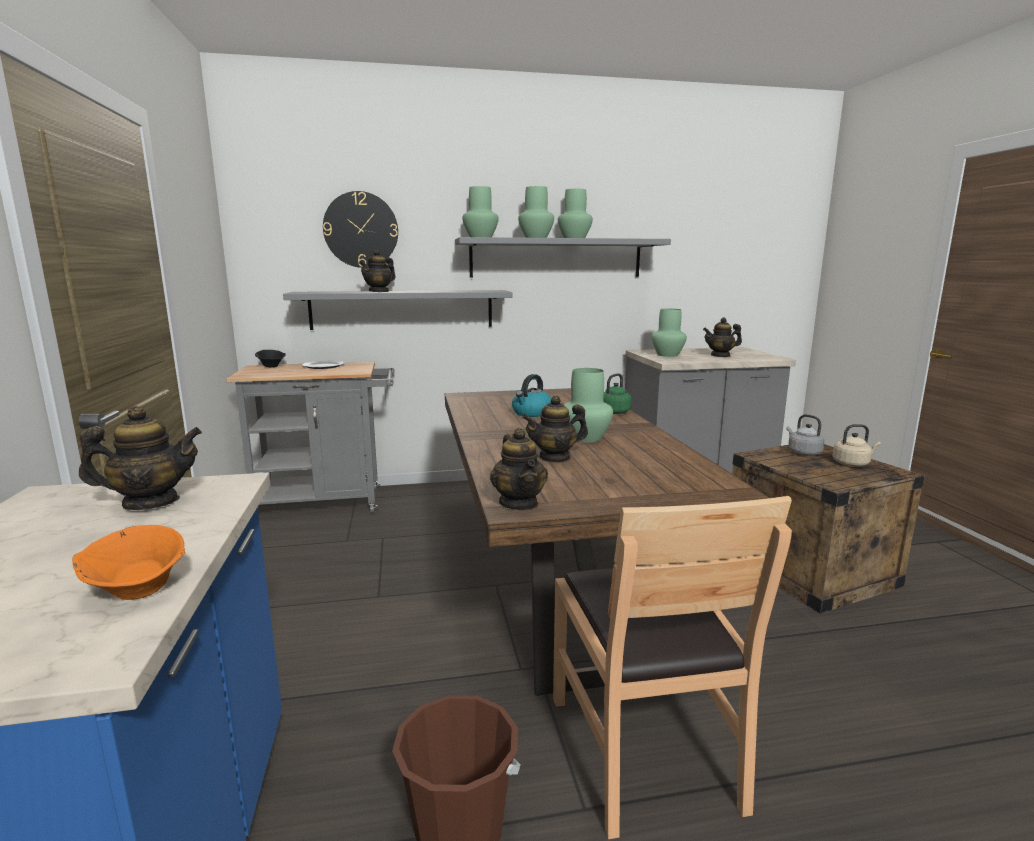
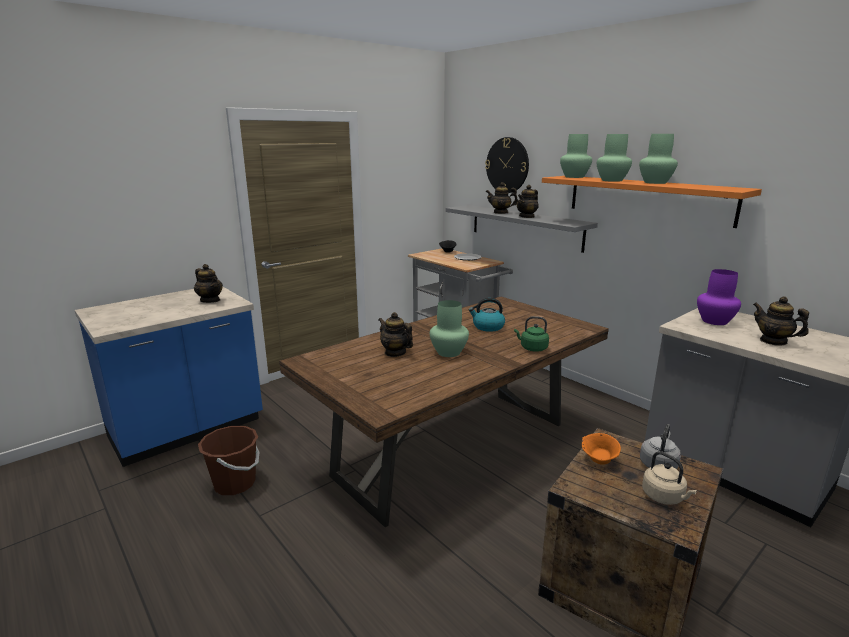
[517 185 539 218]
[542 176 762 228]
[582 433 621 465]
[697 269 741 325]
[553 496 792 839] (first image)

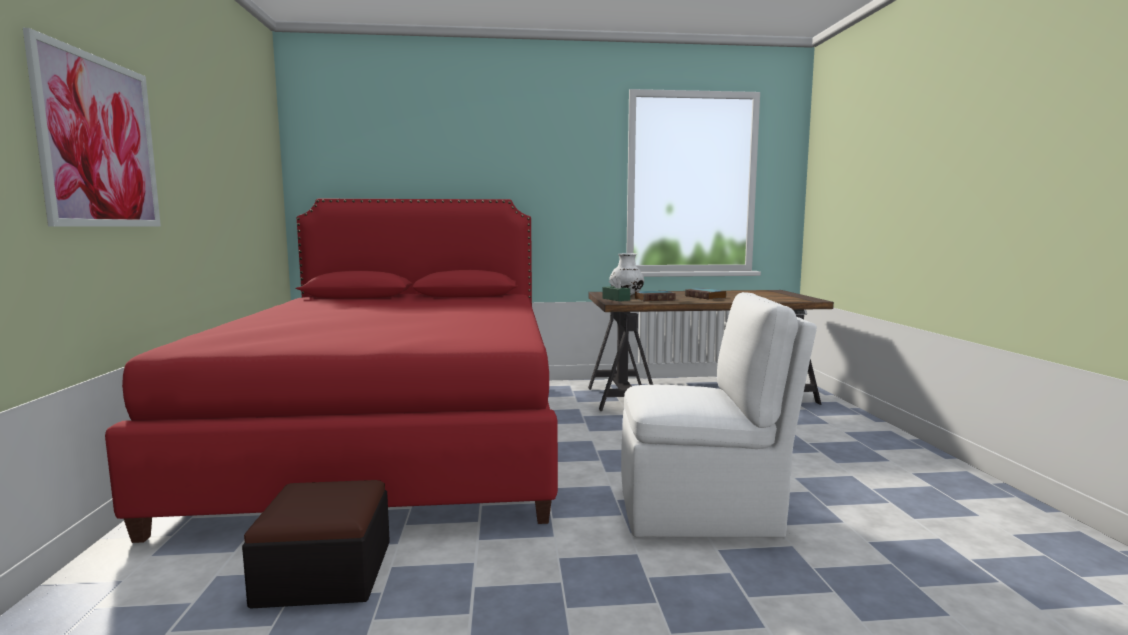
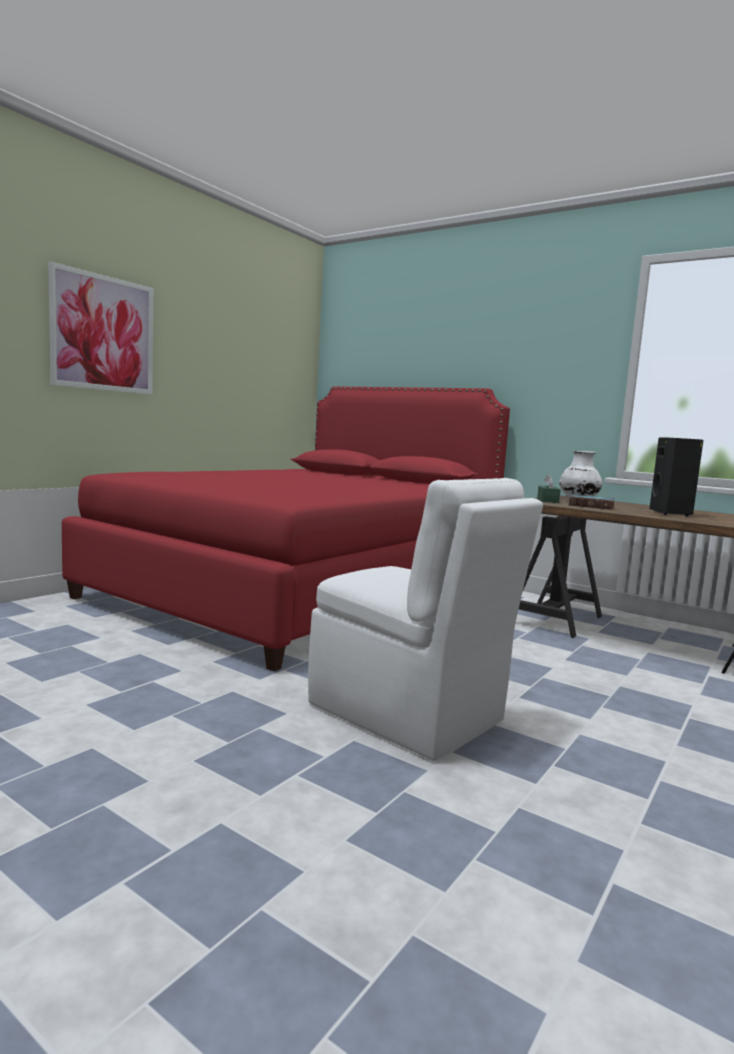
[649 438 703 516]
[242 480 390 609] (first image)

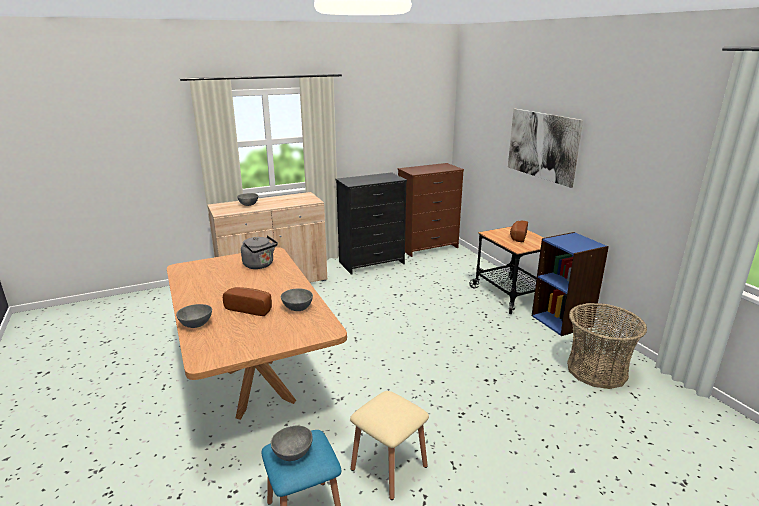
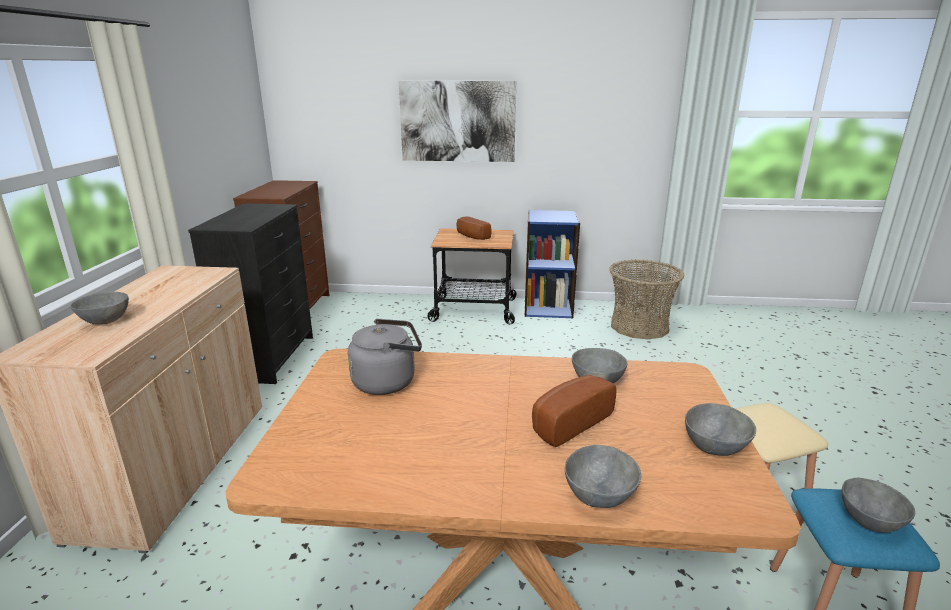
[685 403 756 456]

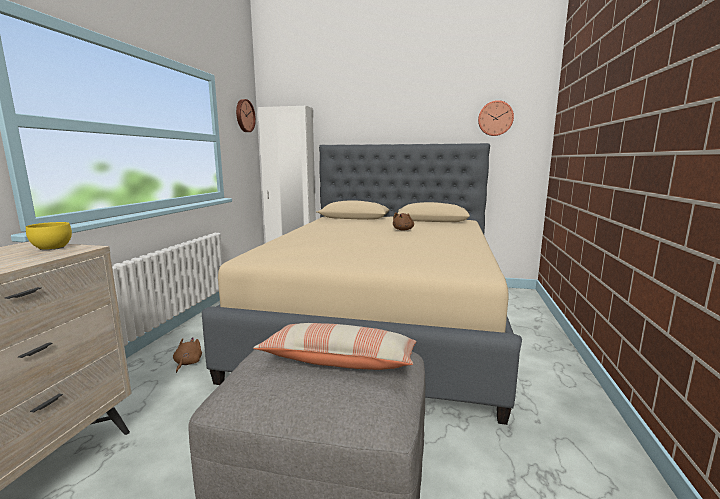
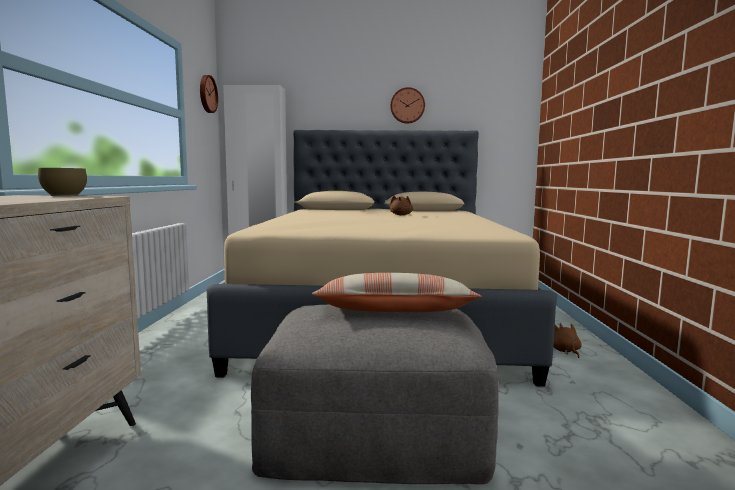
[38 168 87 196]
[390 87 425 124]
[553 323 582 358]

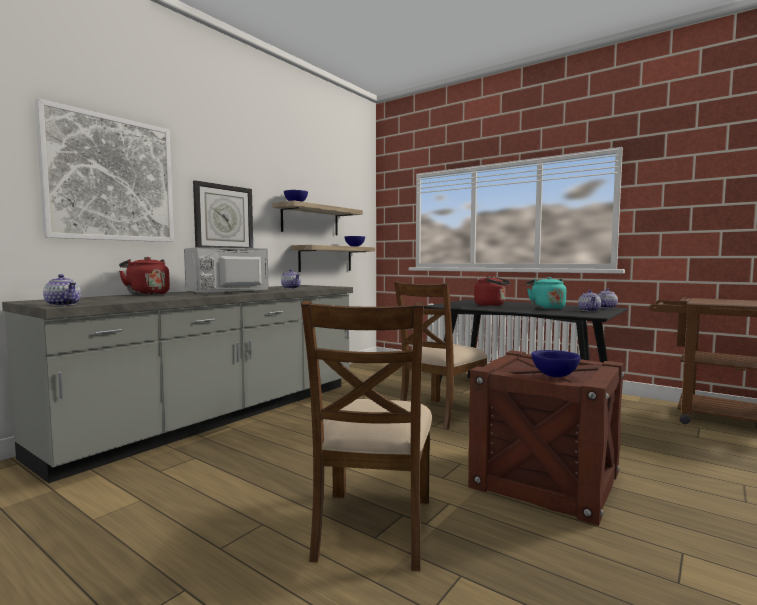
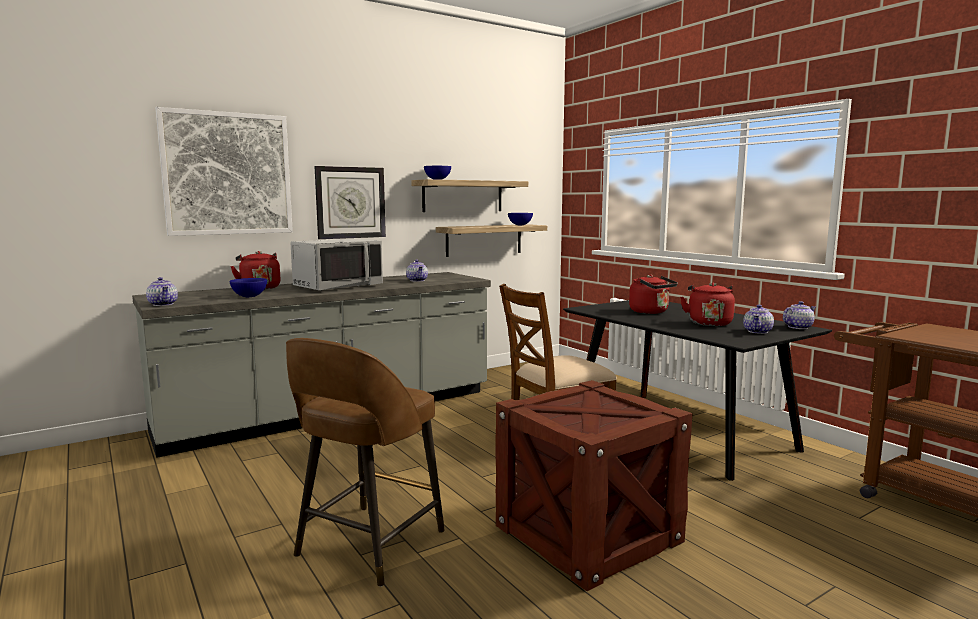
[230 278 267 297]
[286 338 445 587]
[291 238 383 291]
[680 283 735 326]

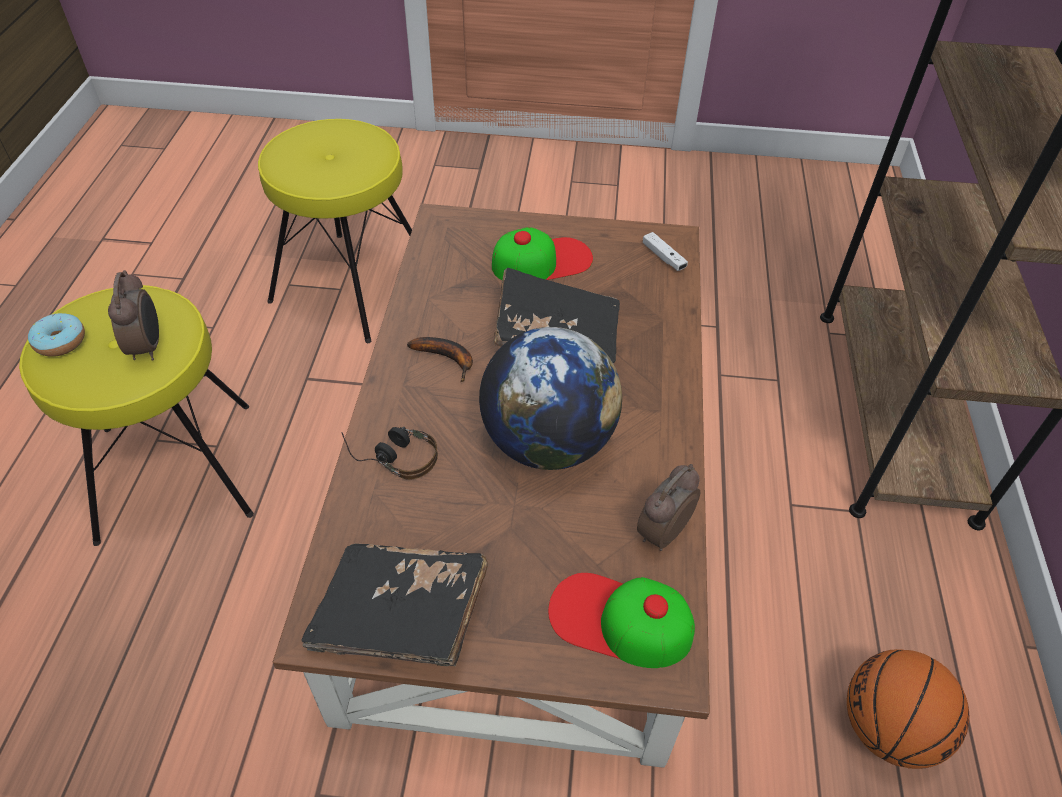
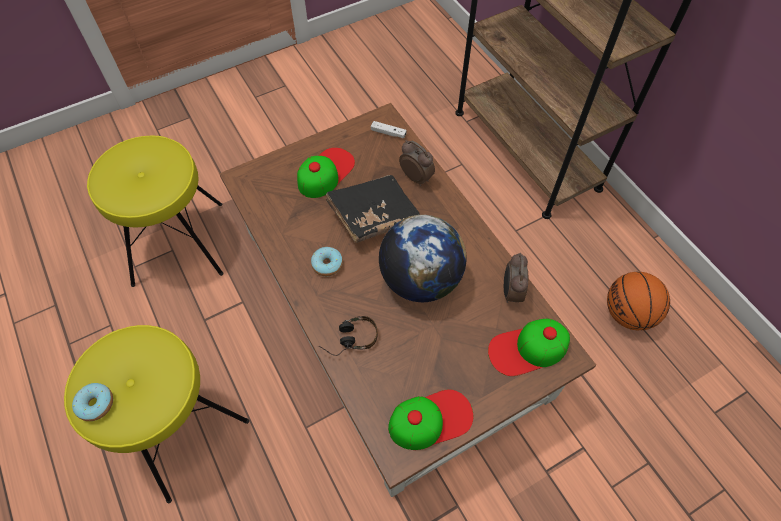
[311 247 343 276]
[388 389 473 450]
[399 140 435 186]

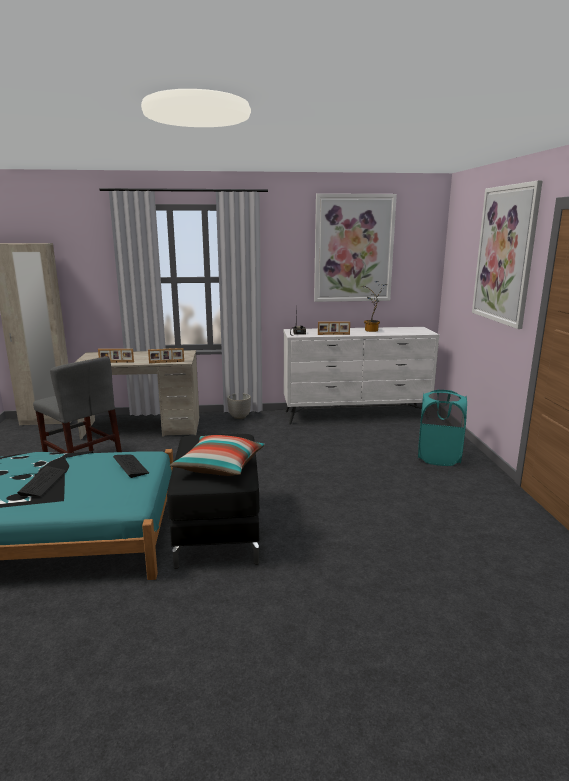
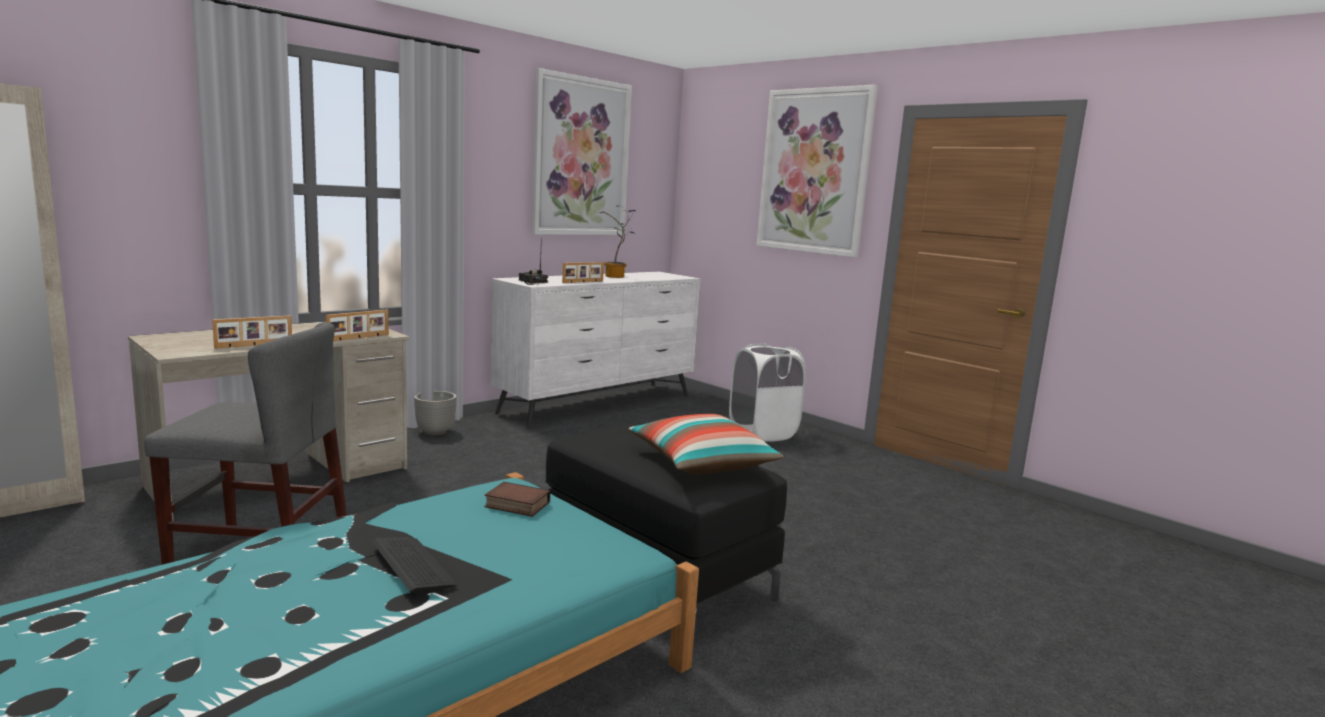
[485 482 550 517]
[729 343 806 442]

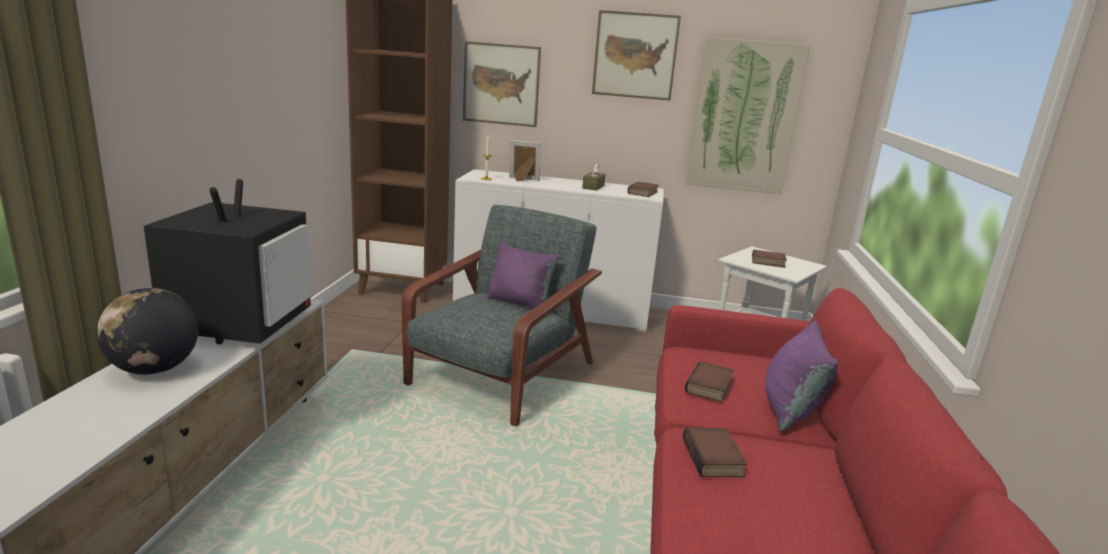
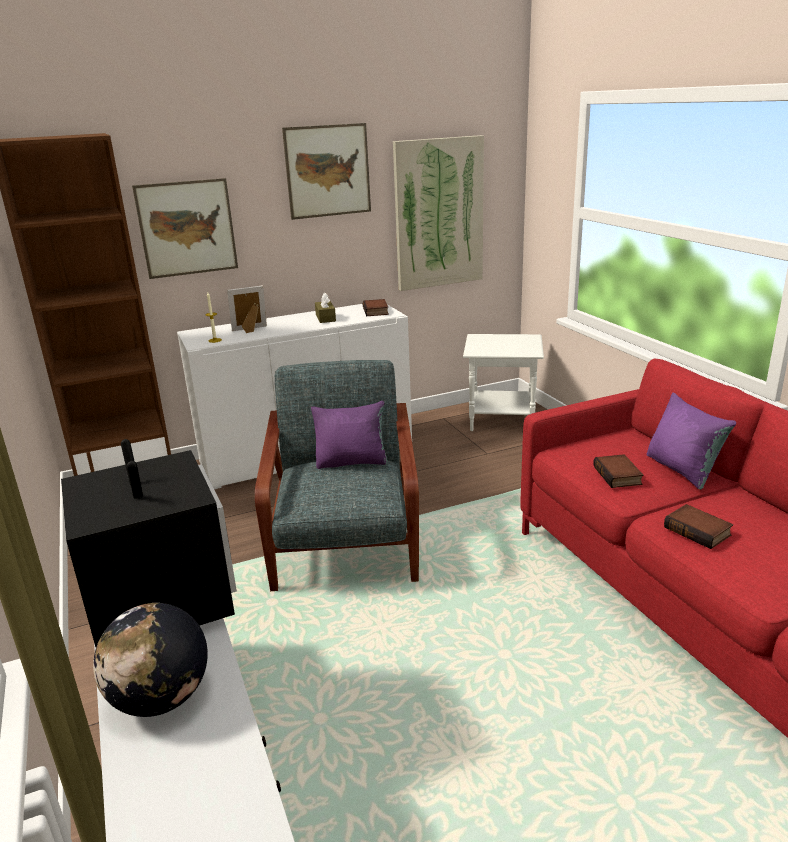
[752 250 787 268] (first image)

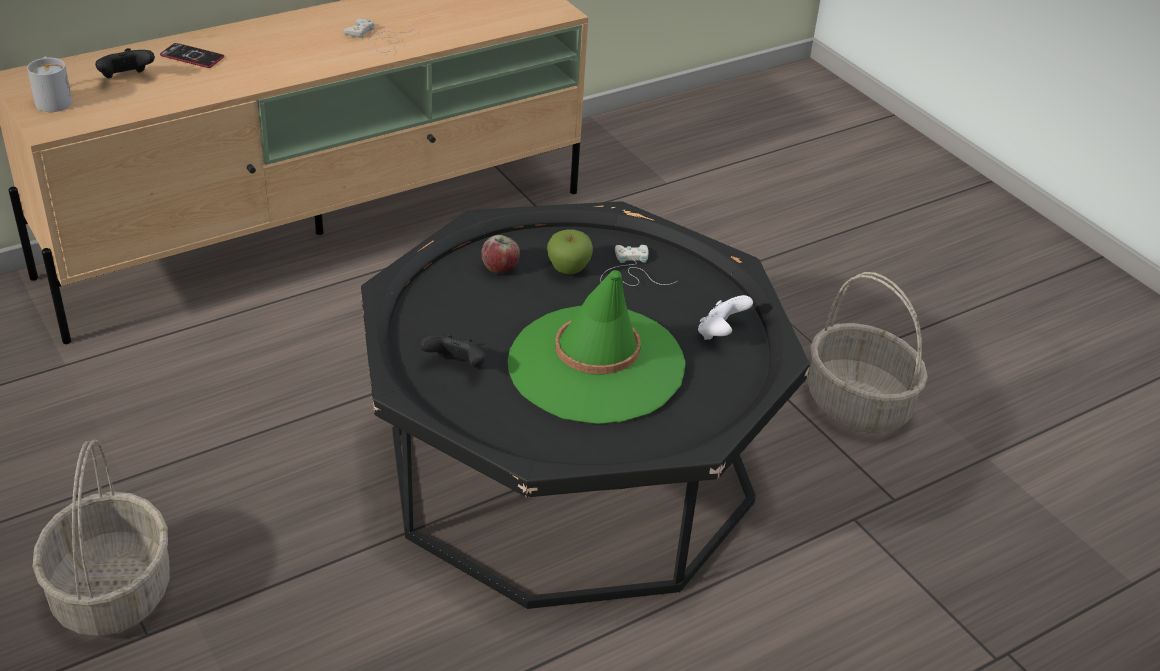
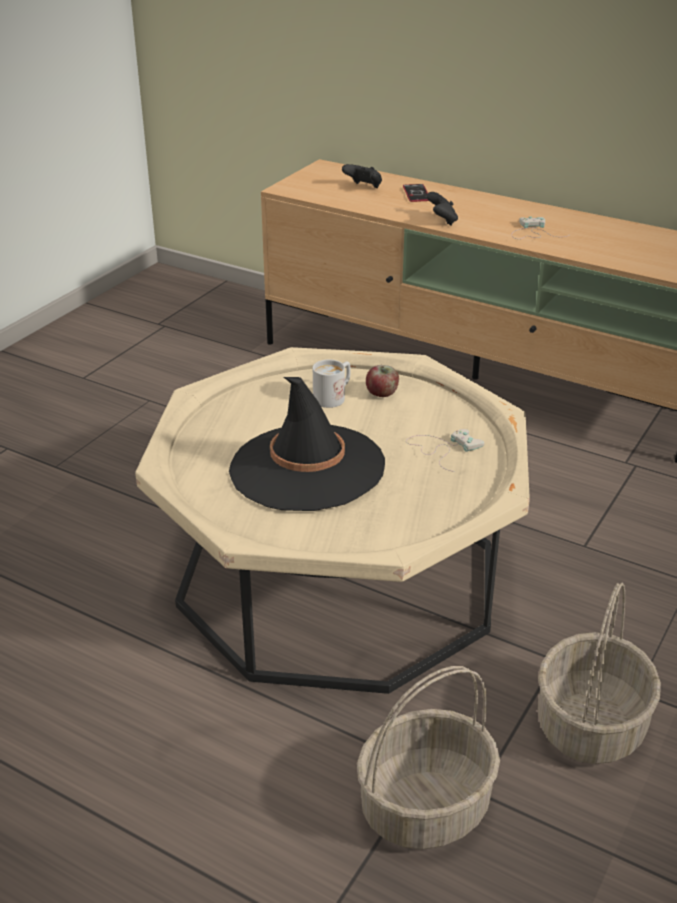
[135 347 530 694]
[229 377 385 511]
[313 360 351 408]
[357 666 500 850]
[427 192 458 226]
[547 229 593 275] (first image)
[698 295 753 340] (first image)

